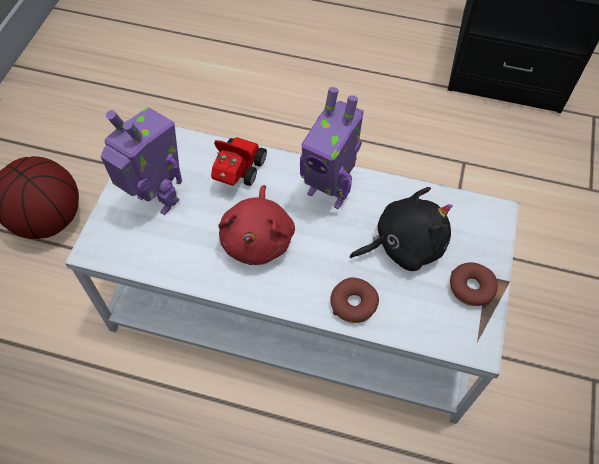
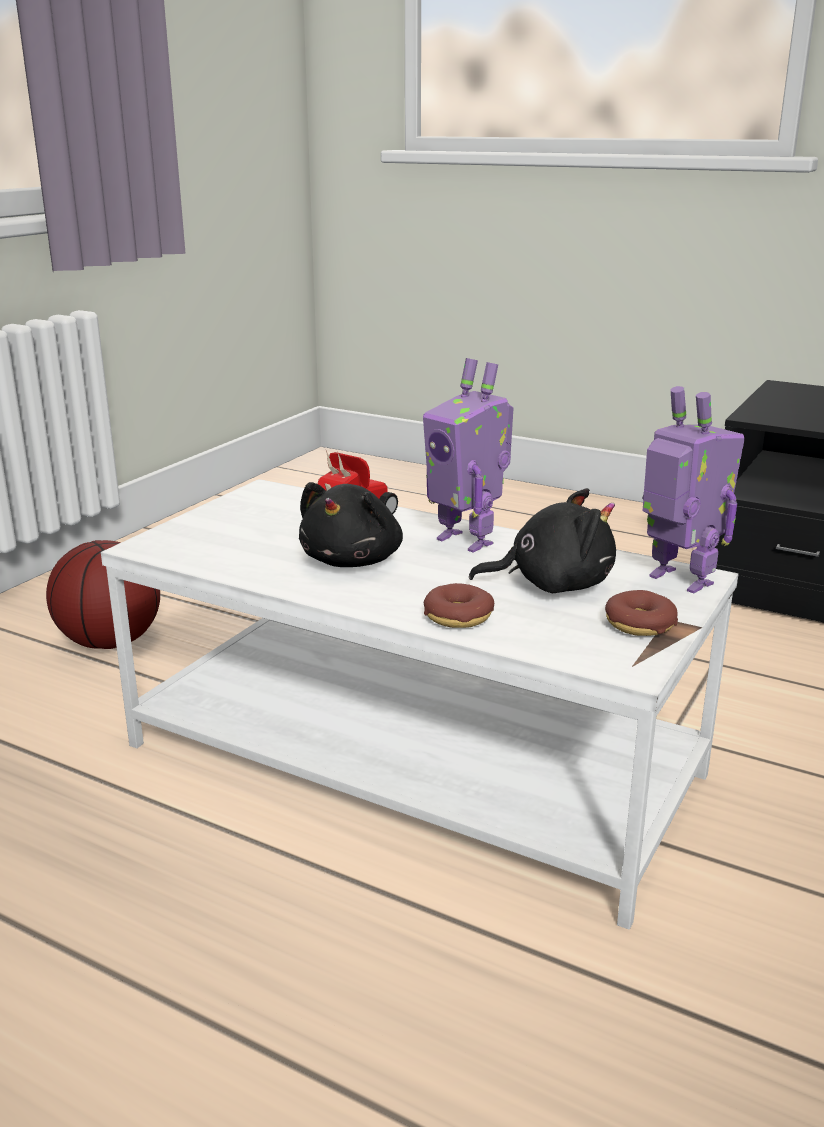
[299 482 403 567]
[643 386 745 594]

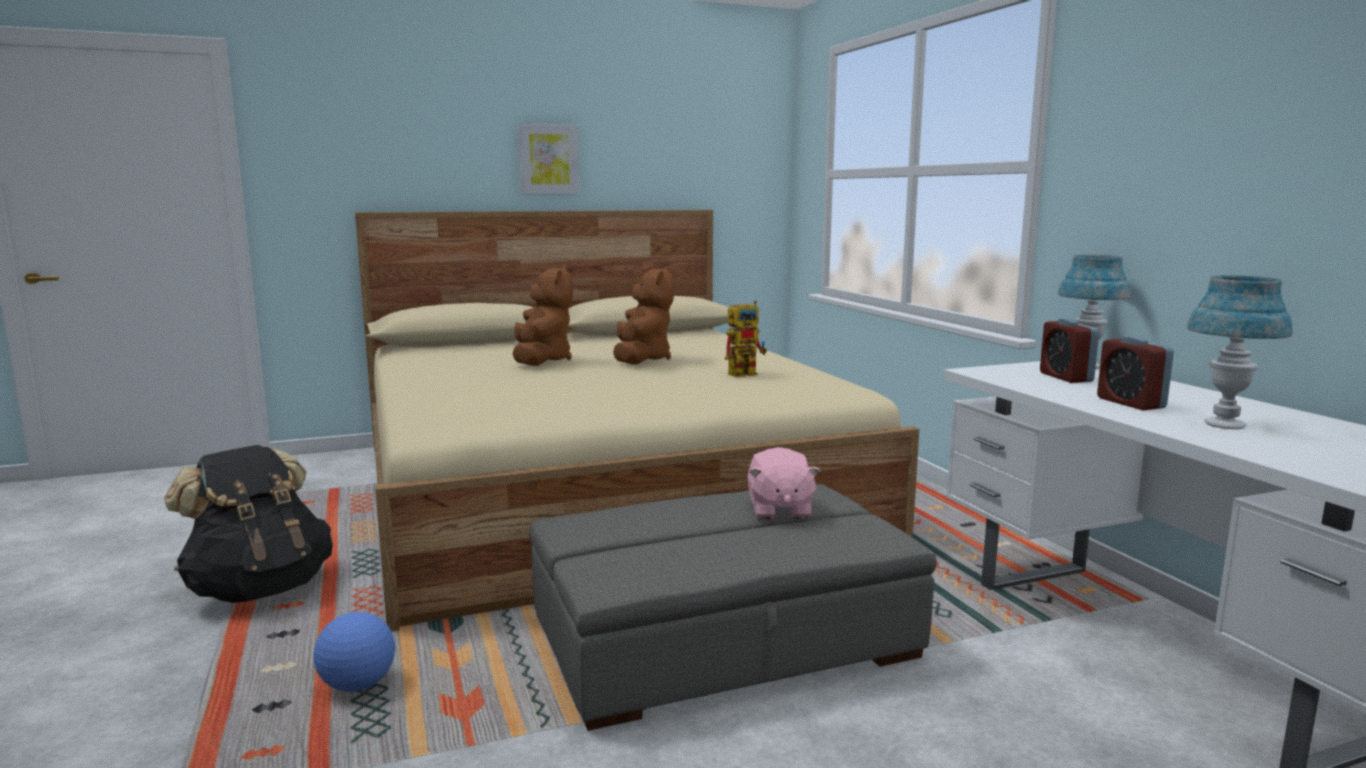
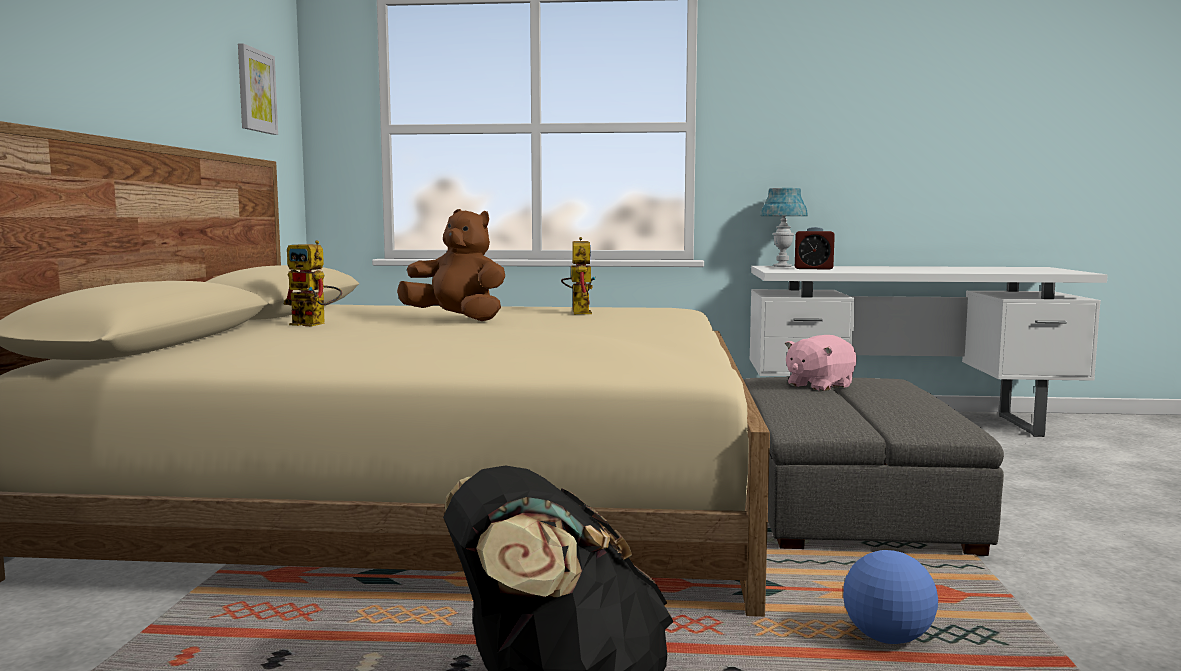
[238 43 278 135]
[284 240 342 326]
[785 335 857 391]
[513 265 573 366] (first image)
[1097 336 1174 410] (first image)
[1187 275 1293 429] (first image)

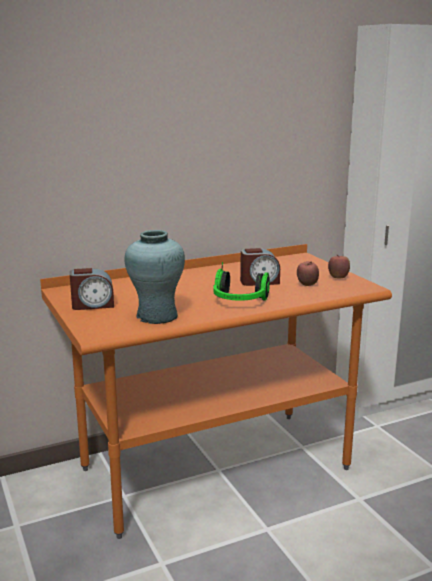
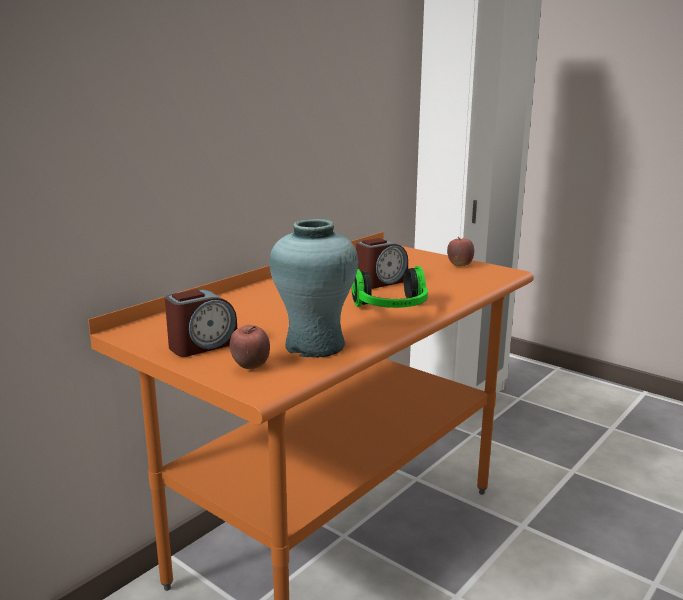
[230 325 270 369]

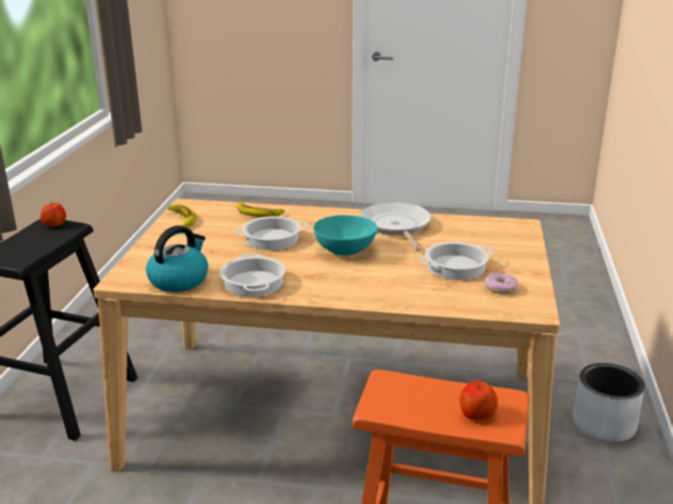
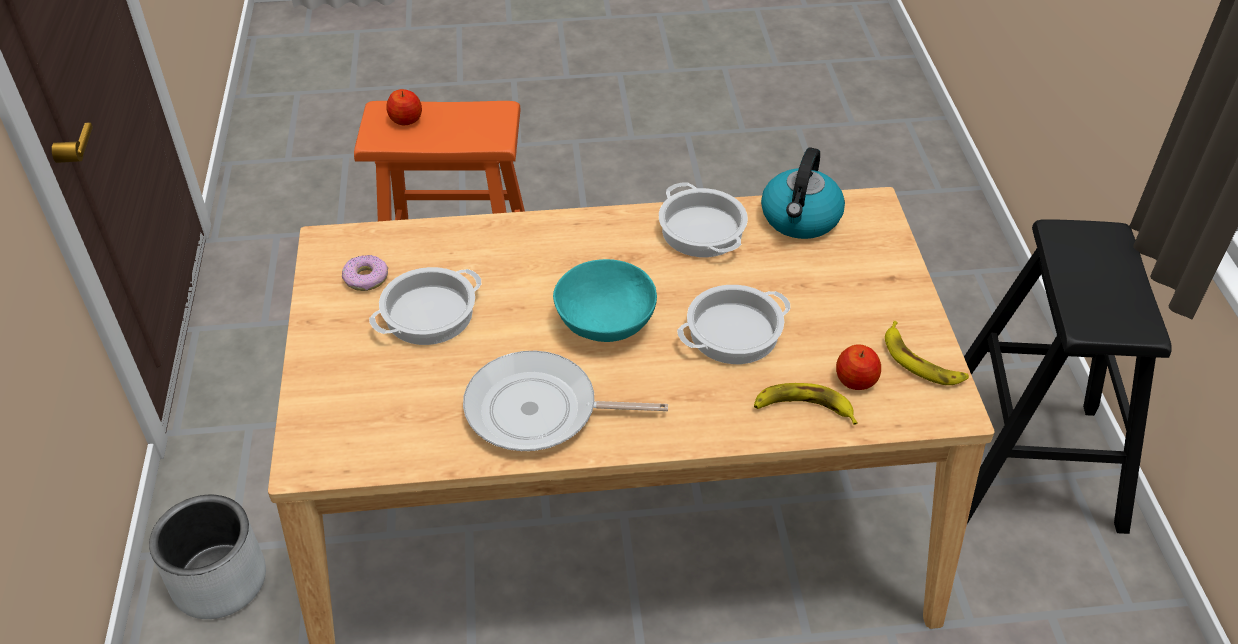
[463 351 668 451]
[836 344 881 390]

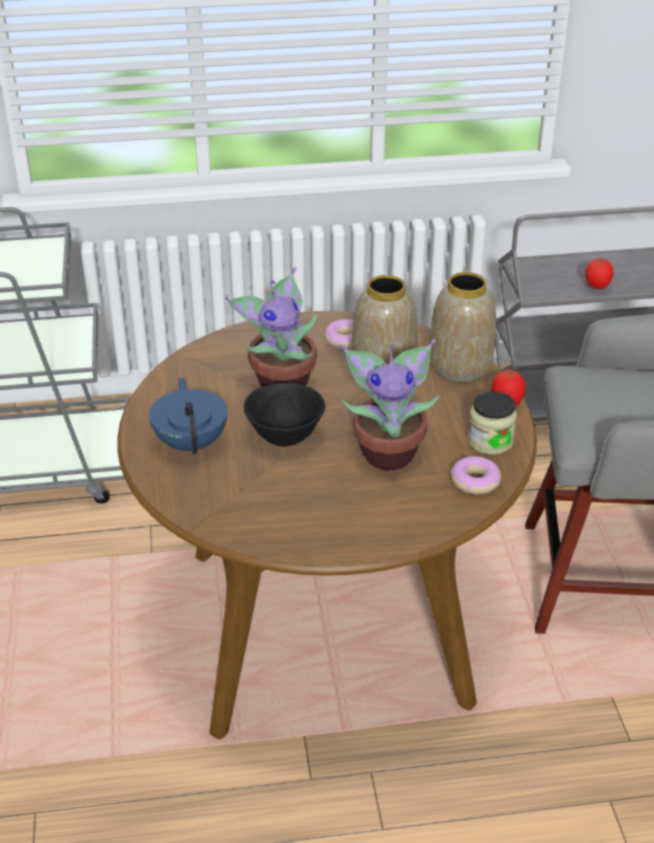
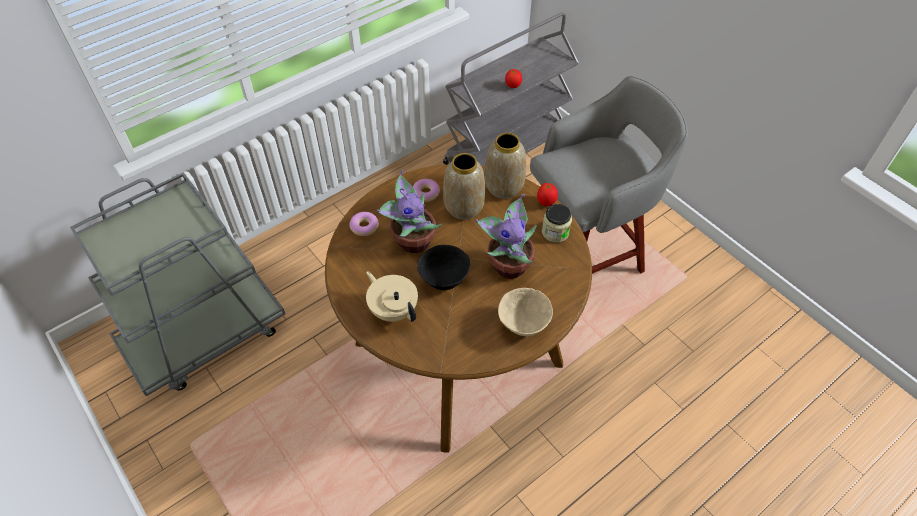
[349 212 379 236]
[366 271 418 322]
[498 288 553 336]

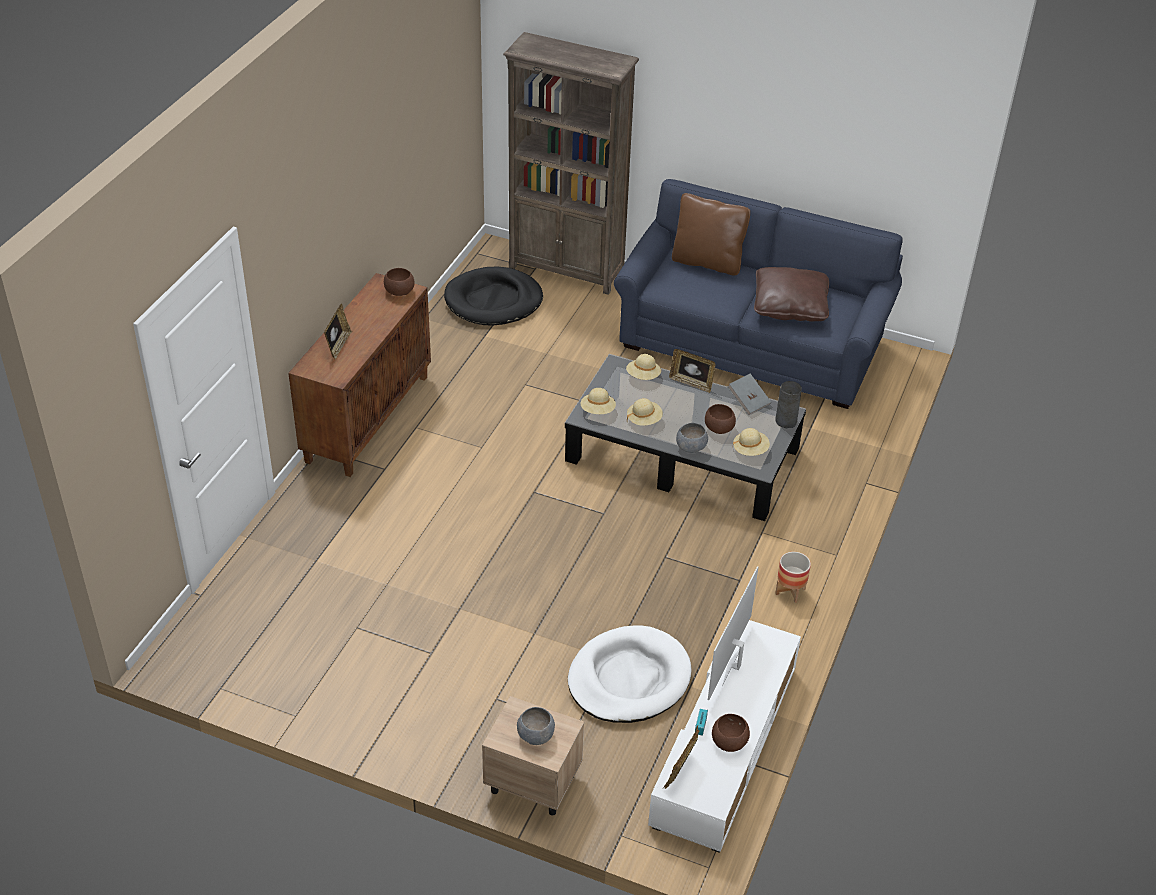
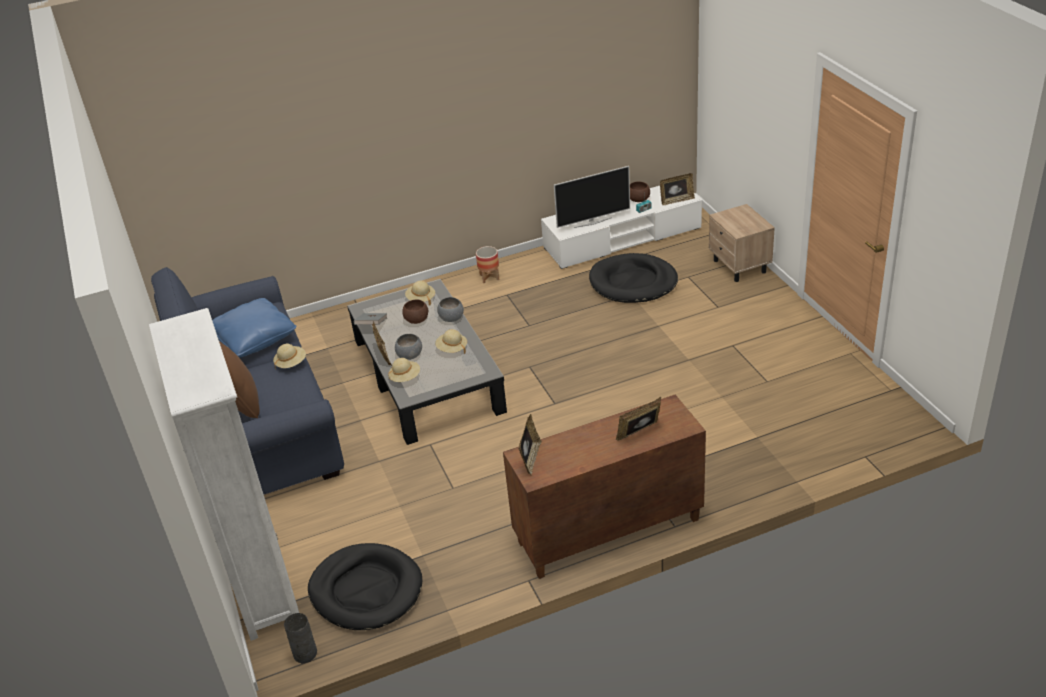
[149 308 299 641]
[212 298 296 358]
[273 344 306 369]
[284 613 317 663]
[395 334 422 360]
[518 414 542 476]
[589 253 678 303]

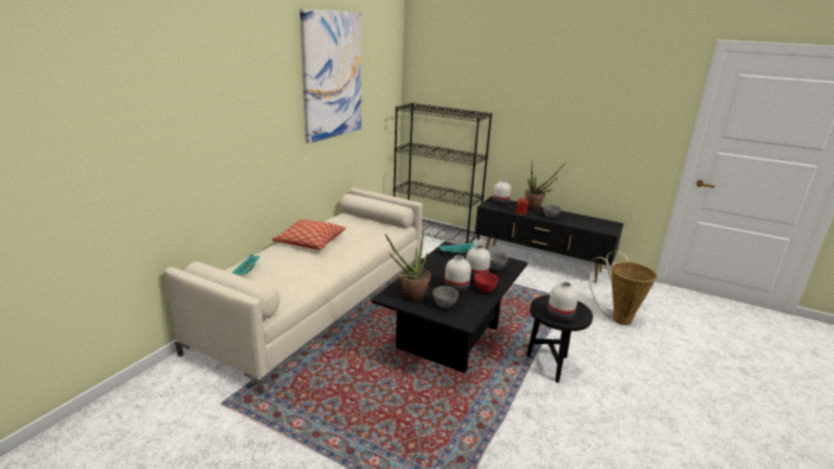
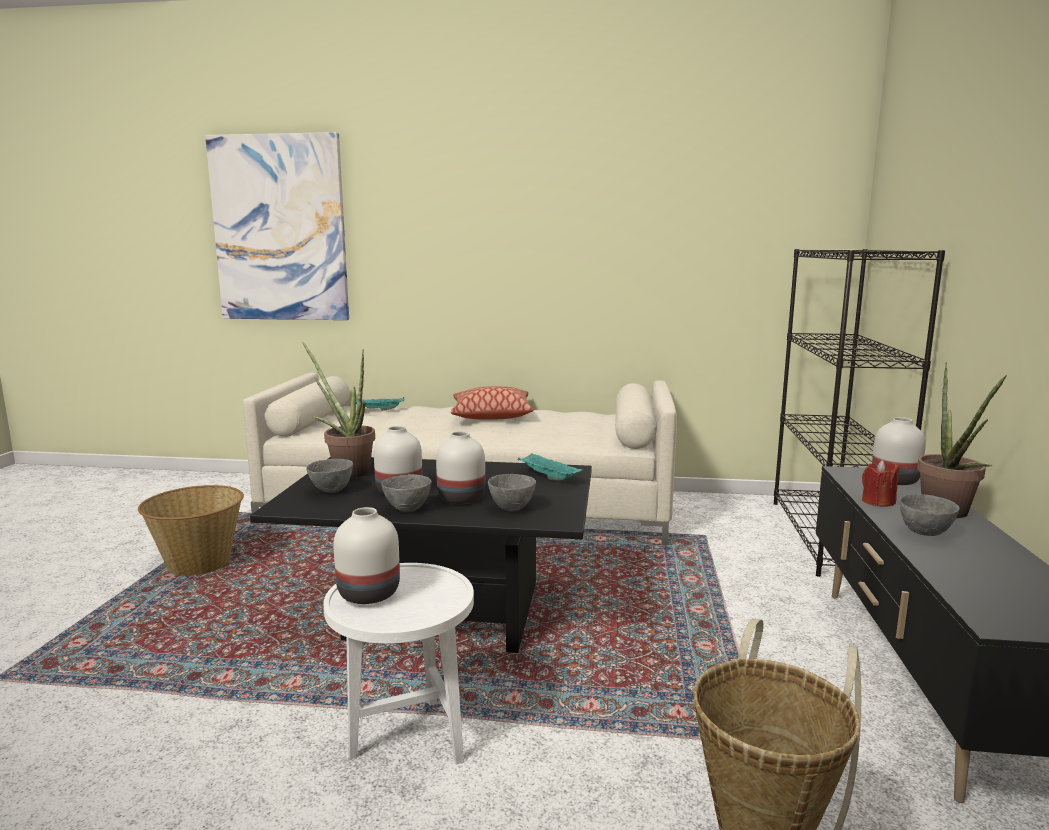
[138 485 244 576]
[205 132 349 320]
[323 563 474 765]
[381 474 432 512]

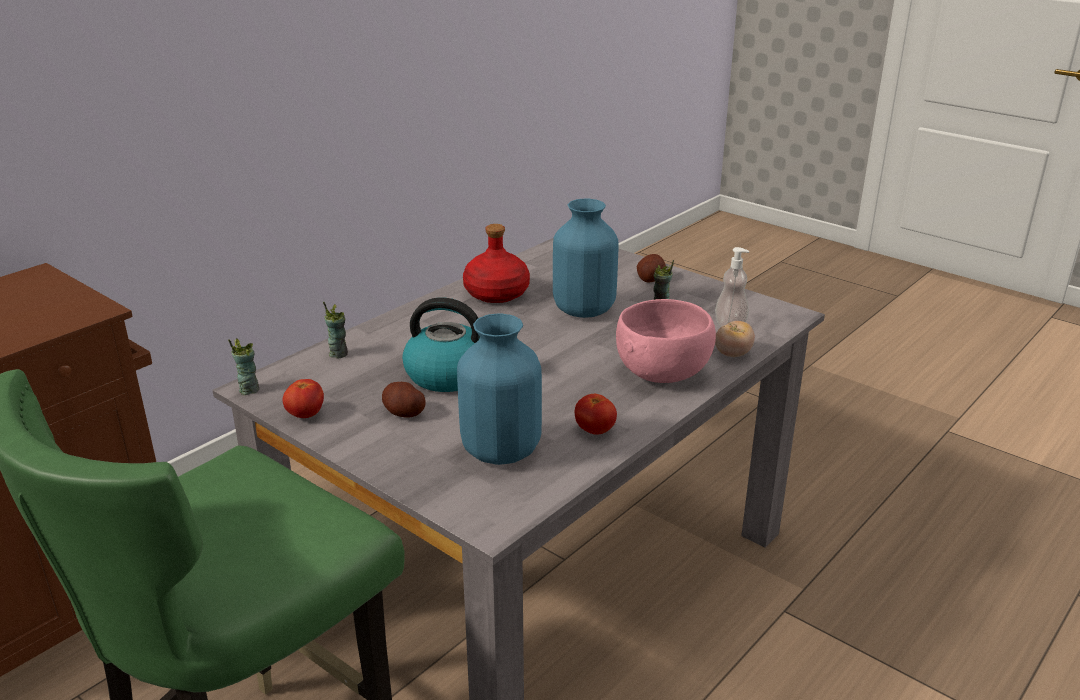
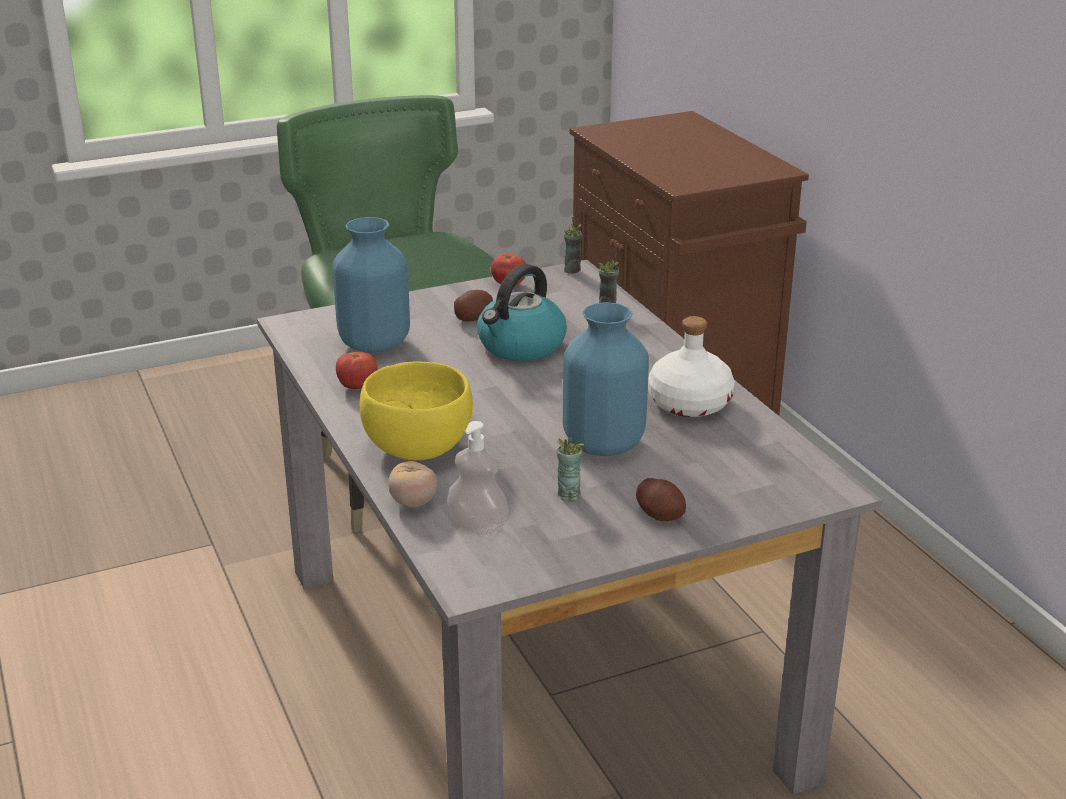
[360 361 473 460]
[648 316 735 417]

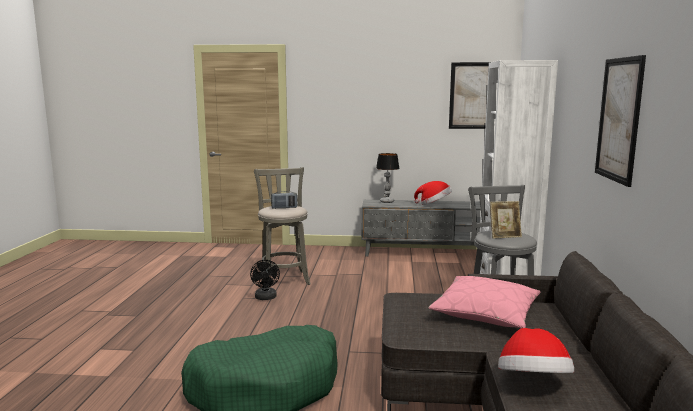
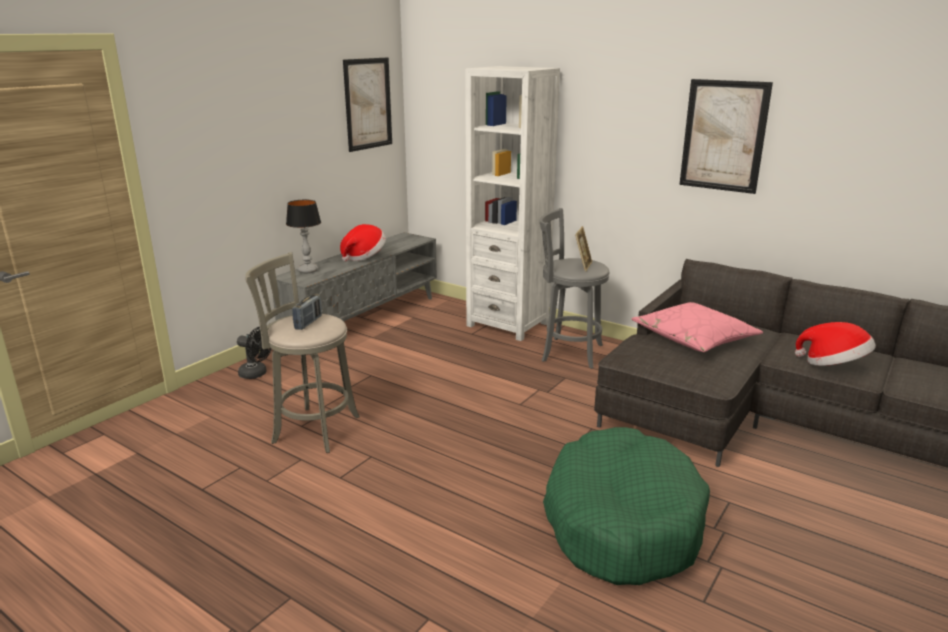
[237 327 272 379]

